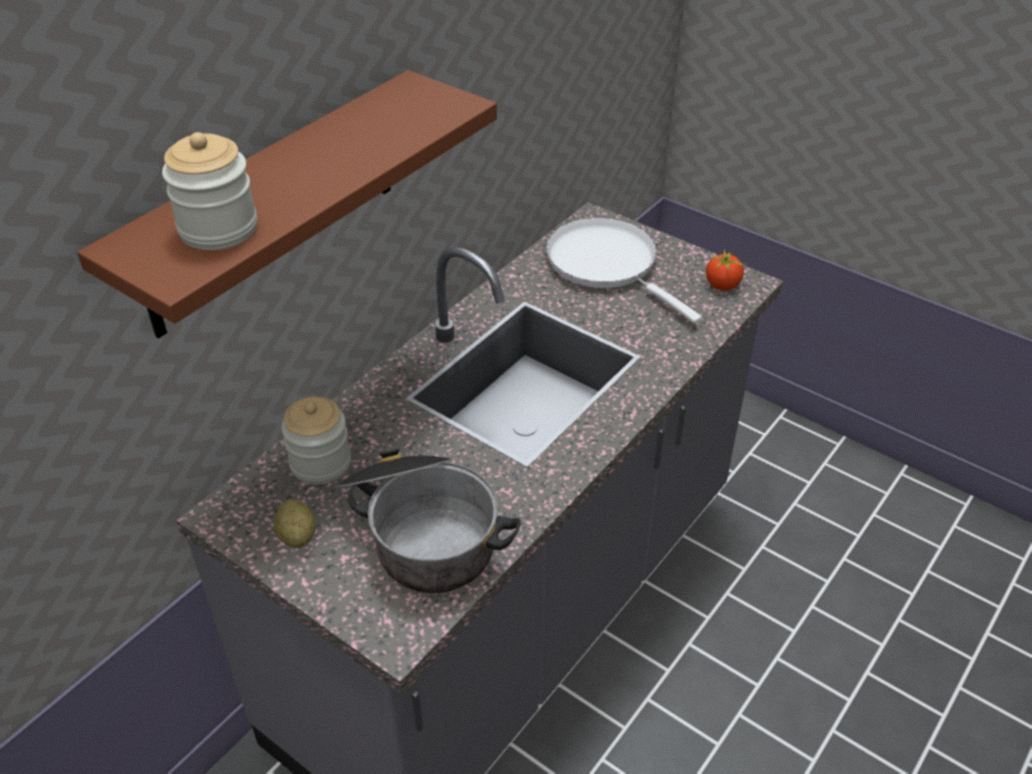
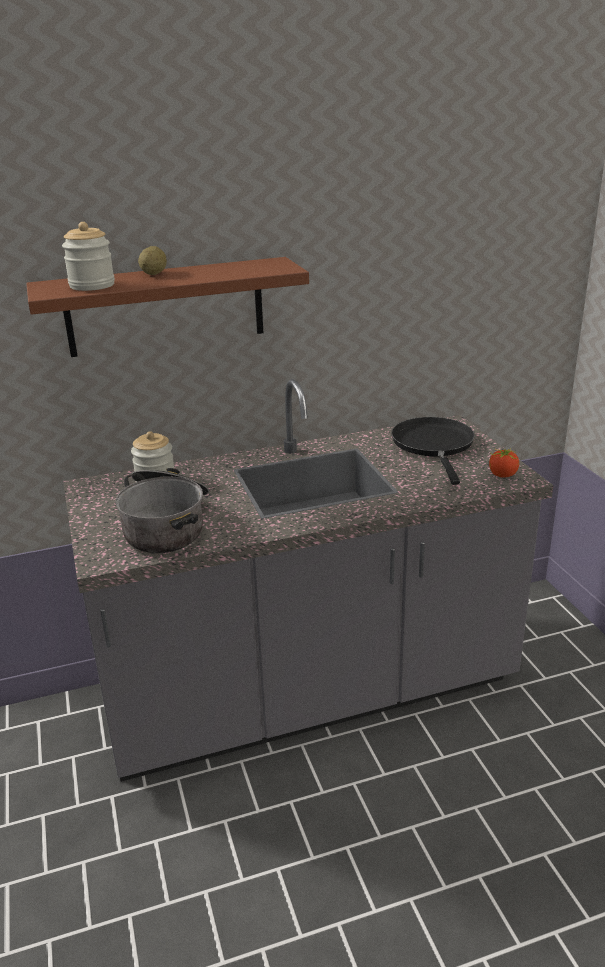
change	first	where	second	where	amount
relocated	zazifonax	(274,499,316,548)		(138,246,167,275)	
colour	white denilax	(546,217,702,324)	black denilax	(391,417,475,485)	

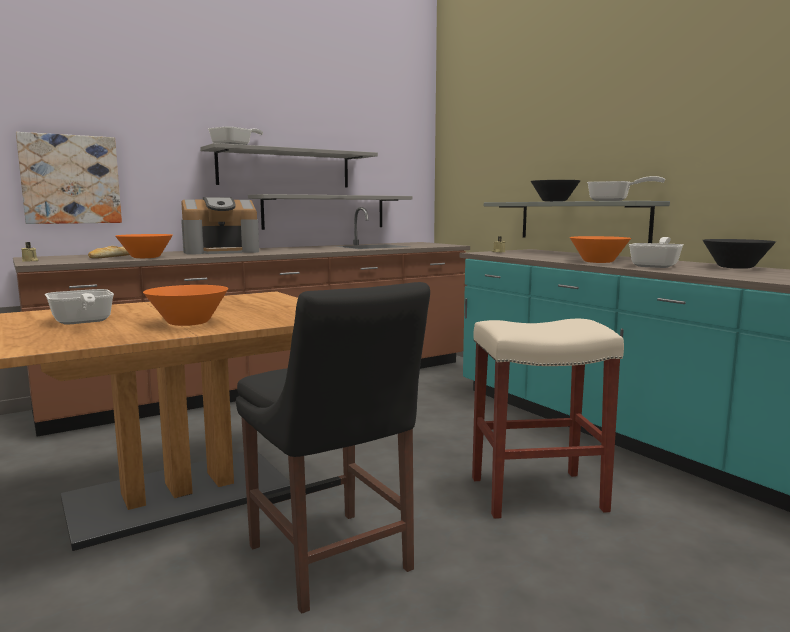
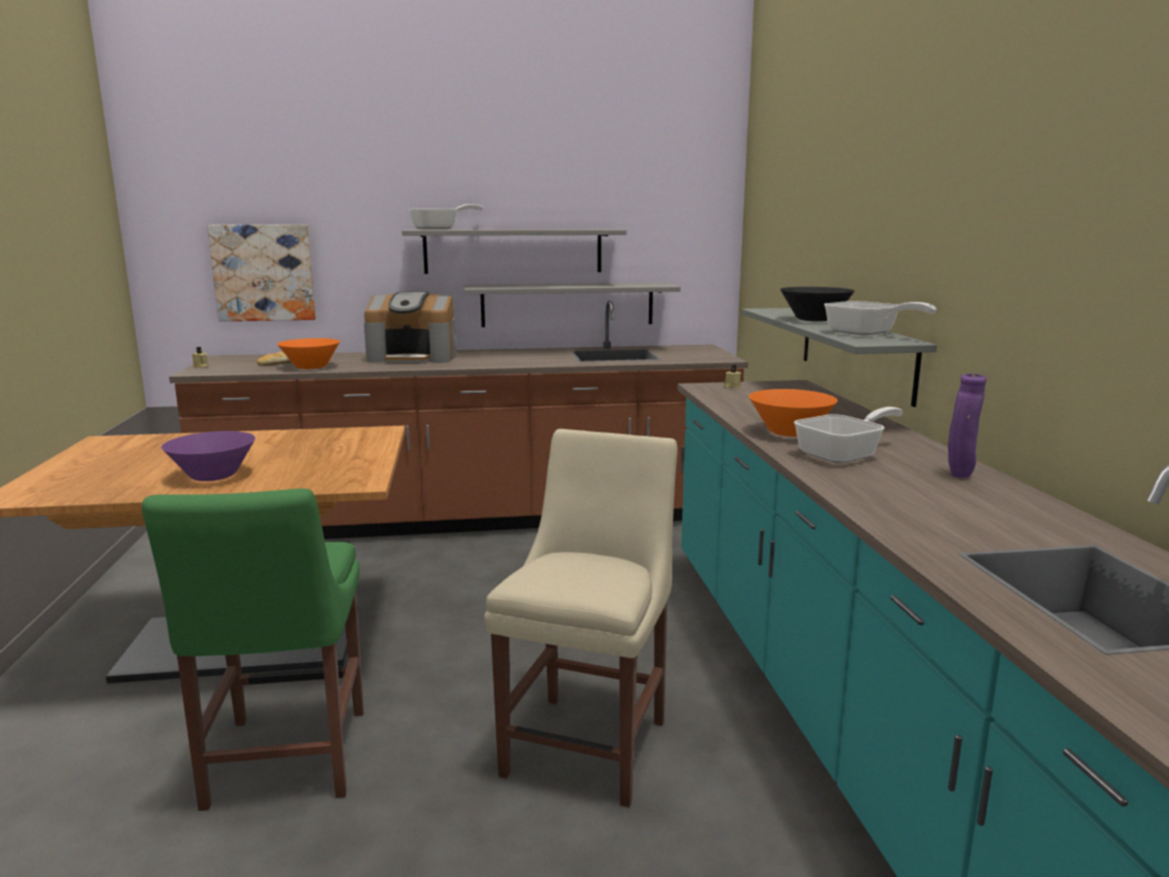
change	first	where	second	where	amount
missing	denilax	(45,289,114,325)			
colour	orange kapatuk	(143,285,228,326)	purple kapatuk	(161,431,255,481)	
colour	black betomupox	(236,282,430,614)	green betomupox	(142,488,364,811)	
exchanged	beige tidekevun	(472,319,624,519)	beige betomupox	(485,429,677,807)	
exchanged	black kapatuk	(703,239,776,269)	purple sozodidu	(948,374,986,478)	

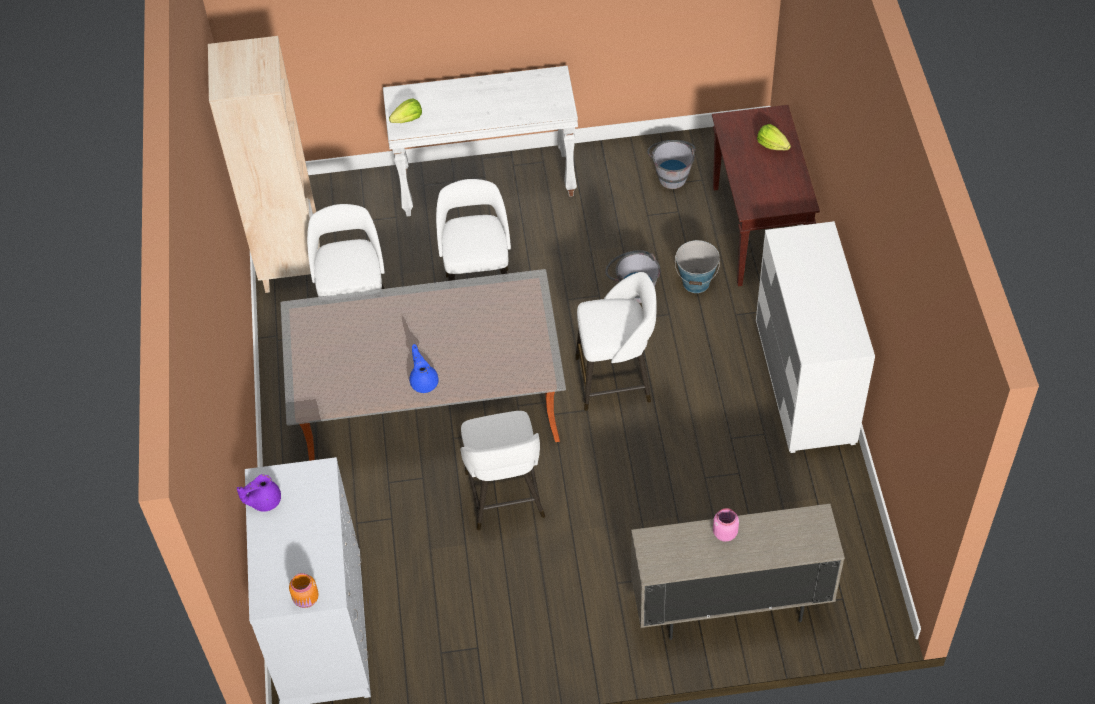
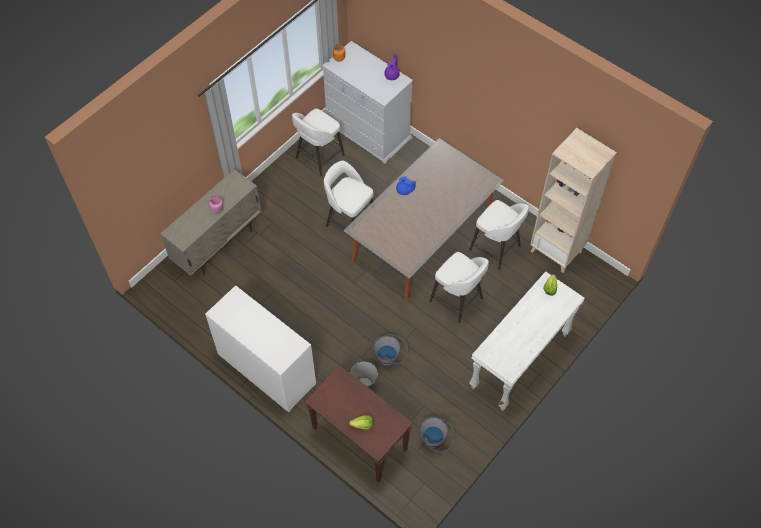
change	first	where	second	where	amount
relocated	white tidekevun	(575,272,656,411)		(292,109,345,176)	

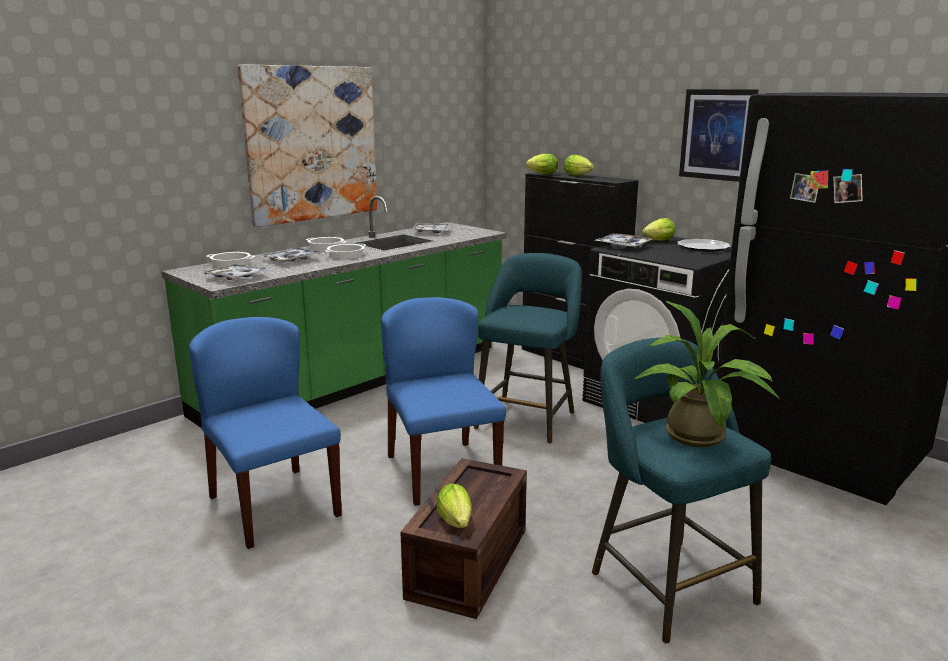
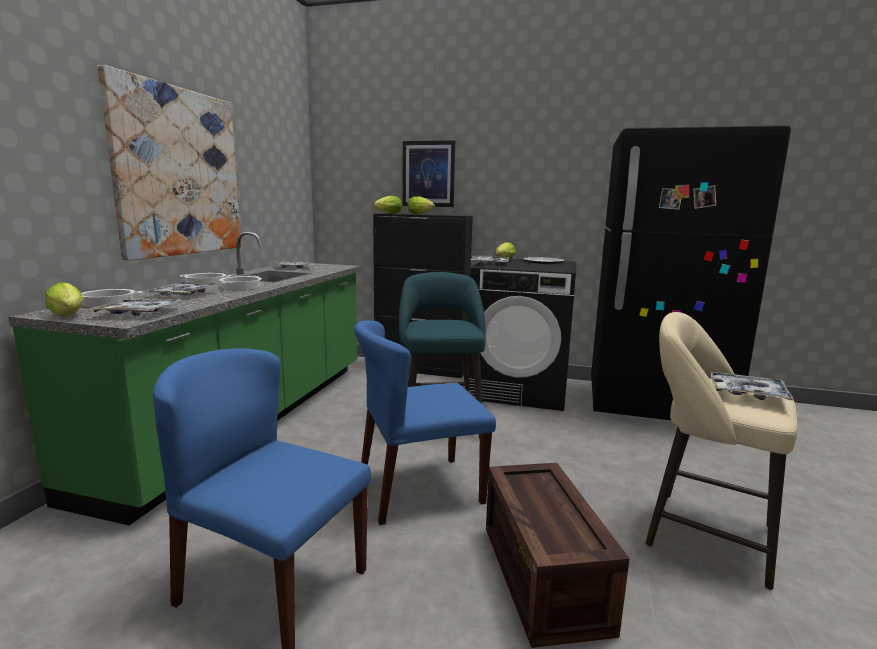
change	first	where	second	where	amount
spun	blue betomupox	(381,297,506,506)		(354,320,496,525)	60 degrees counterclockwise
relocated	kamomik	(437,484,472,528)		(45,282,84,316)	
colour	turquoise tidekevun	(592,338,771,644)	beige tidekevun	(646,312,797,590)	
exchanged	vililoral	(633,300,779,447)	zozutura	(711,372,794,401)	
relocated	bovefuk	(679,89,758,182)		(402,140,455,207)	

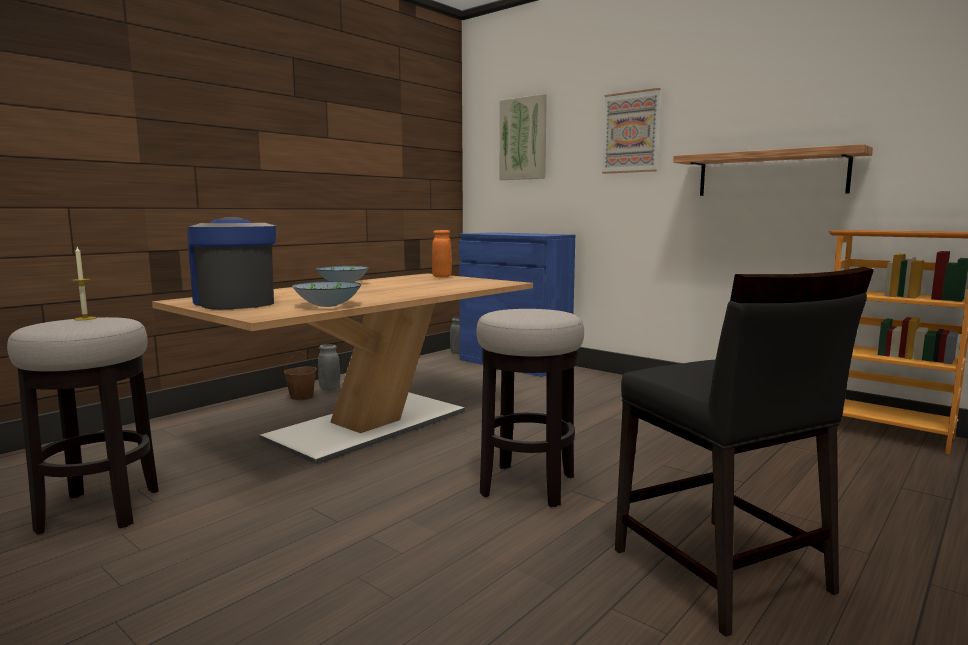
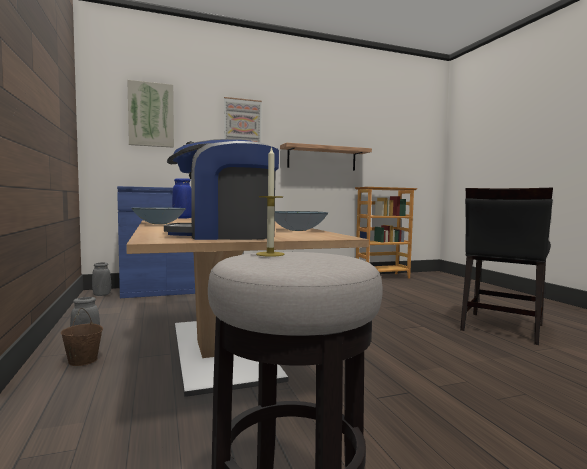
change	first	where	second	where	amount
colour	orange sozodidu	(432,230,452,278)	blue sozodidu	(172,178,192,219)	
missing	tidekevun	(476,309,584,507)			
spun	black betomupox	(615,267,874,637)		(460,188,553,345)	120 degrees clockwise

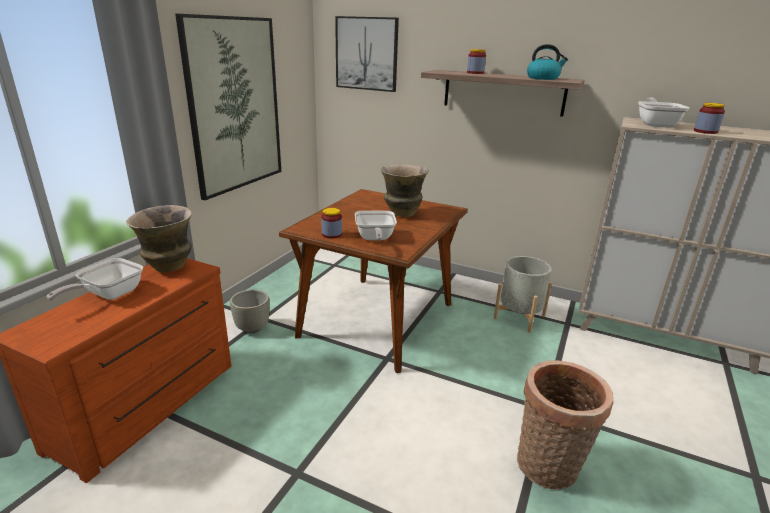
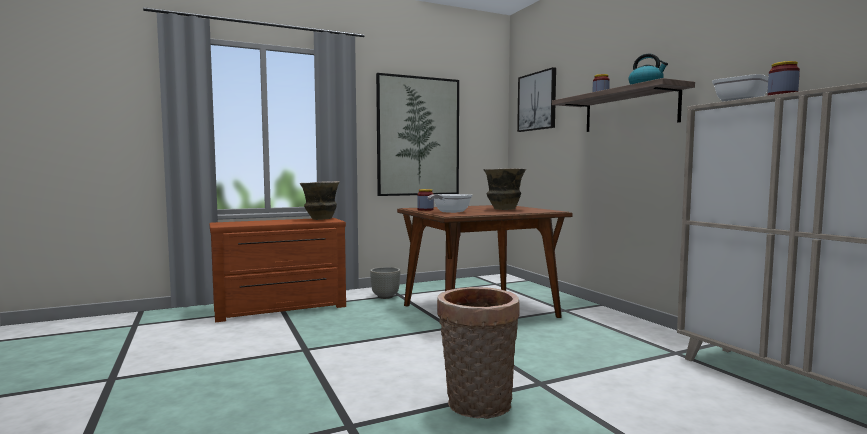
change	first	where	second	where	amount
missing	denilax	(47,258,143,301)			
missing	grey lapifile	(494,256,552,333)			

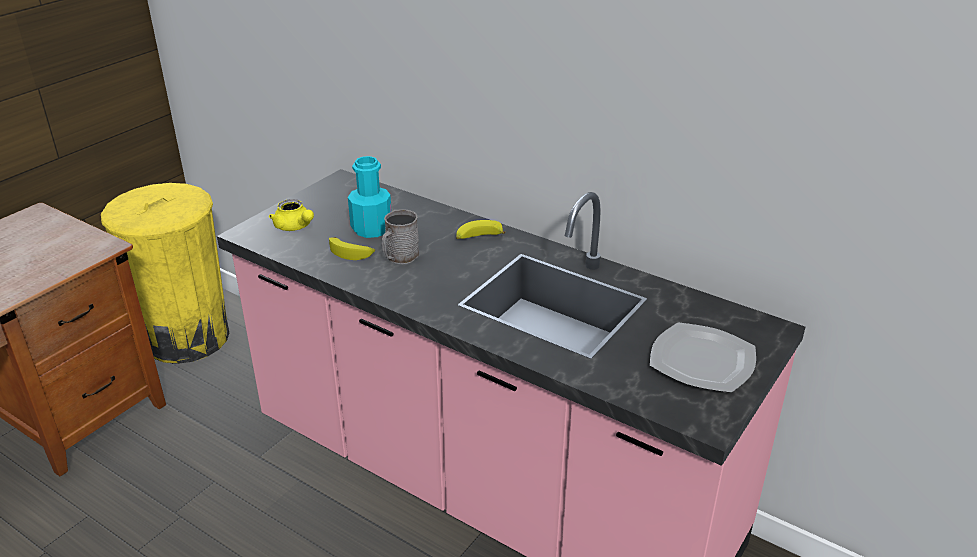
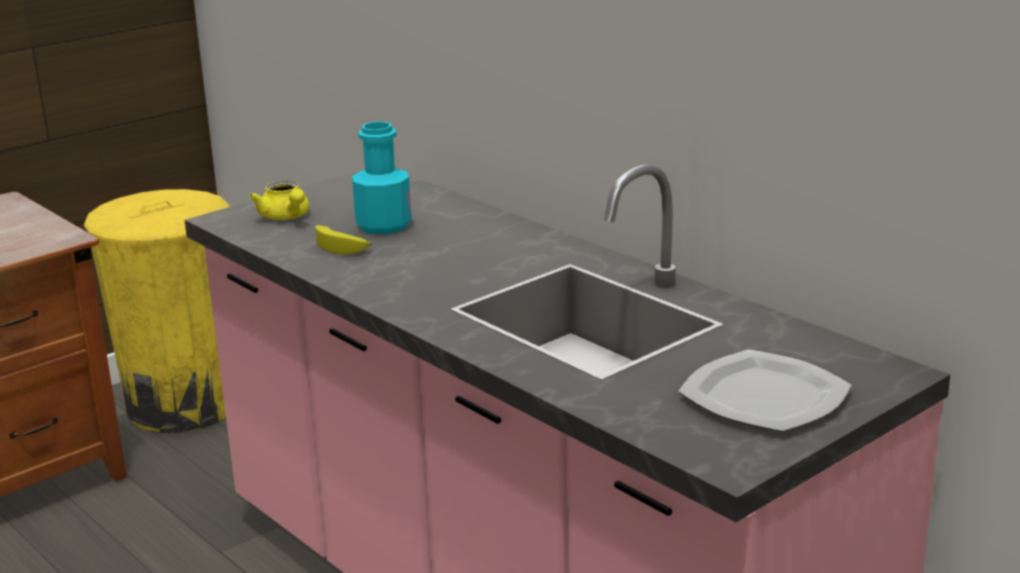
change	first	where	second	where	amount
missing	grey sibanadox	(382,209,419,264)			
missing	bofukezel	(456,220,505,239)			

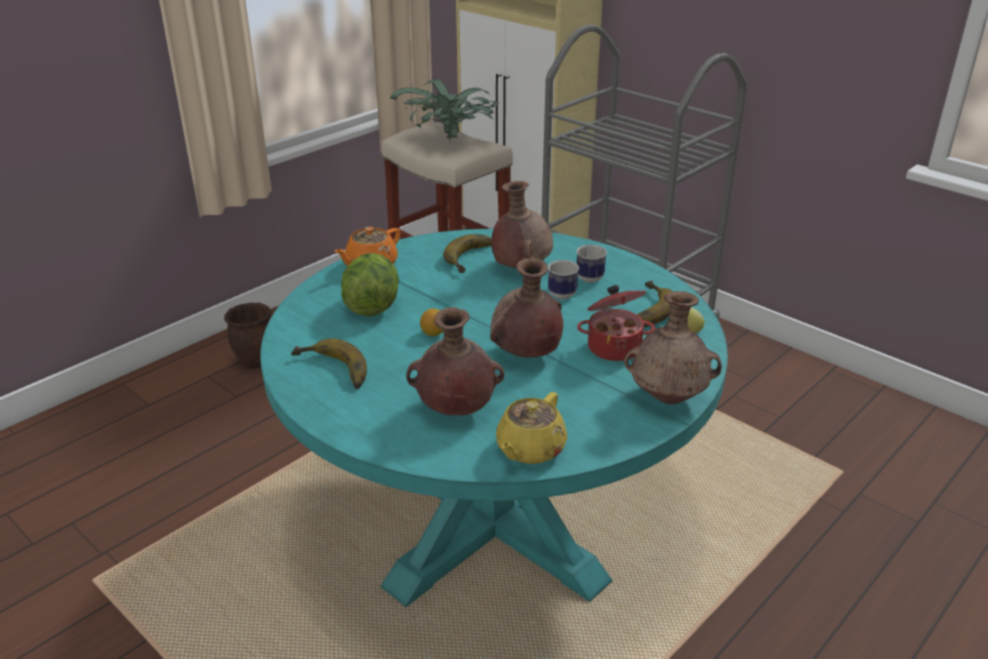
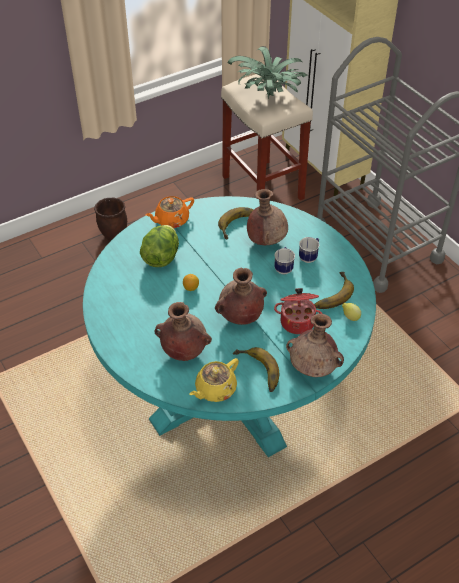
change	first	where	second	where	amount
relocated	bofukezel	(291,338,367,389)		(233,347,279,392)	

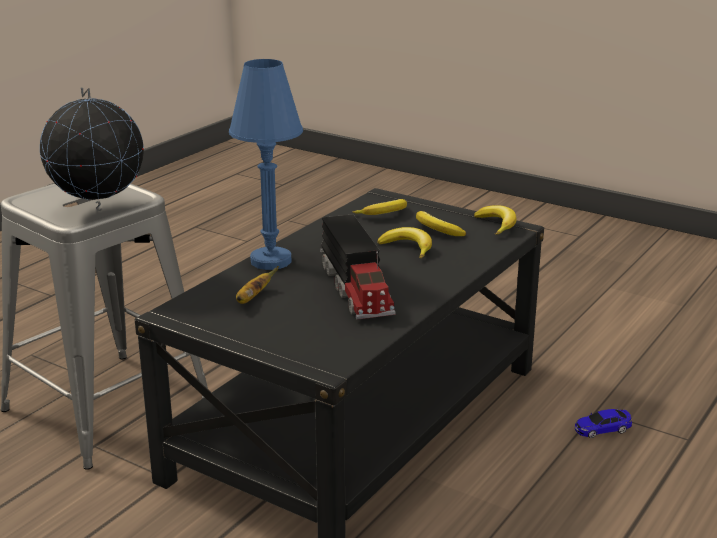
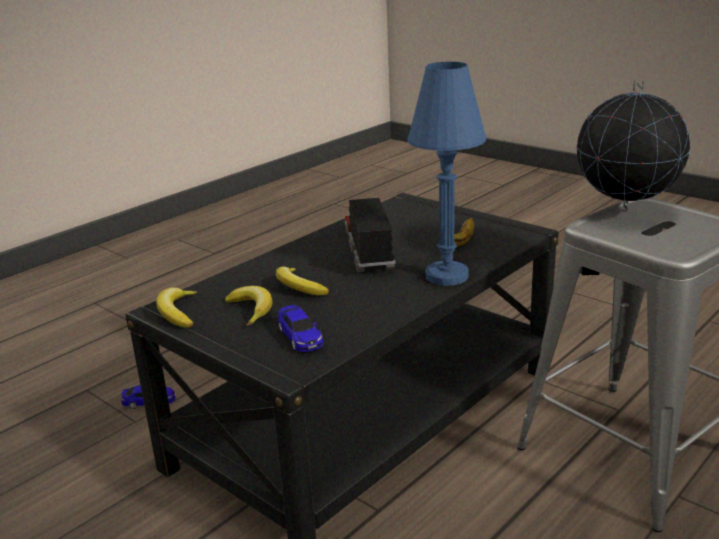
change	first	where	second	where	amount
exchanged	bofukezel	(353,199,407,215)	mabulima	(278,305,323,352)	

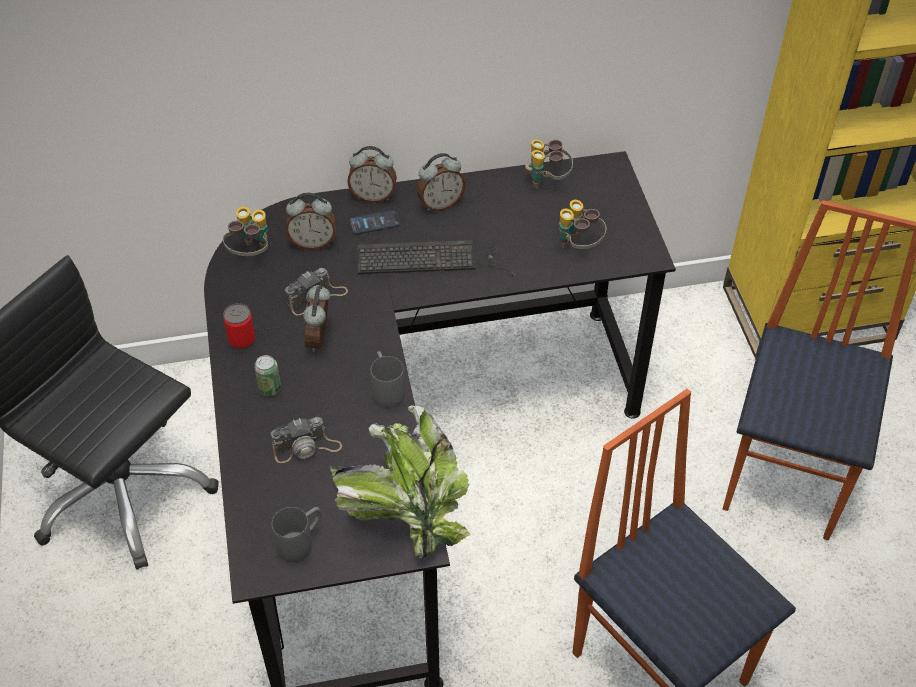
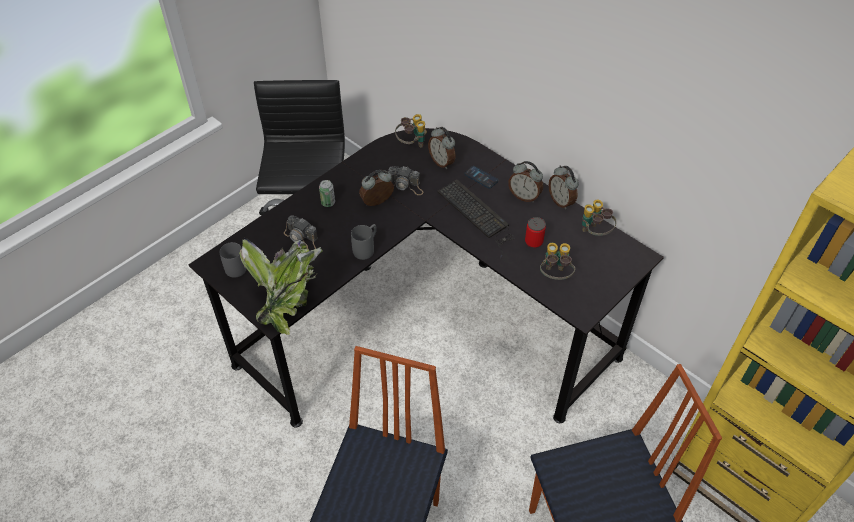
change	first	where	second	where	amount
relocated	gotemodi	(223,303,255,349)		(525,217,546,248)	
relocated	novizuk	(347,146,397,203)		(549,166,579,210)	

